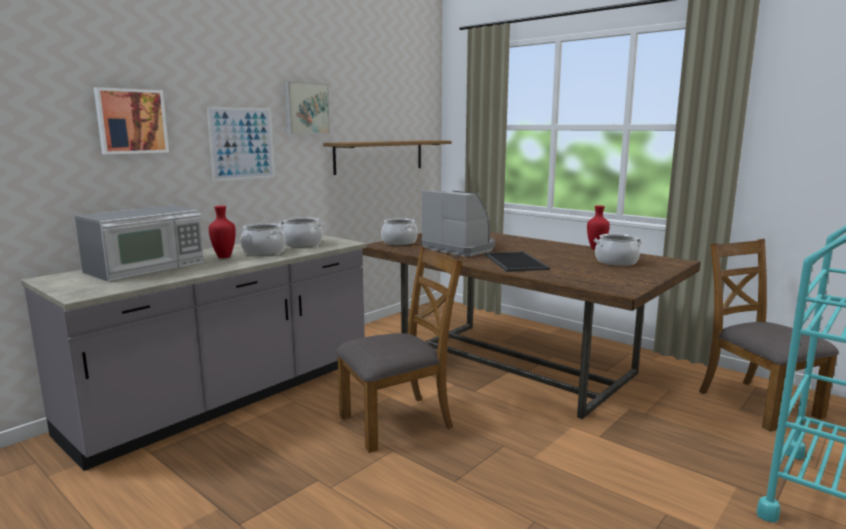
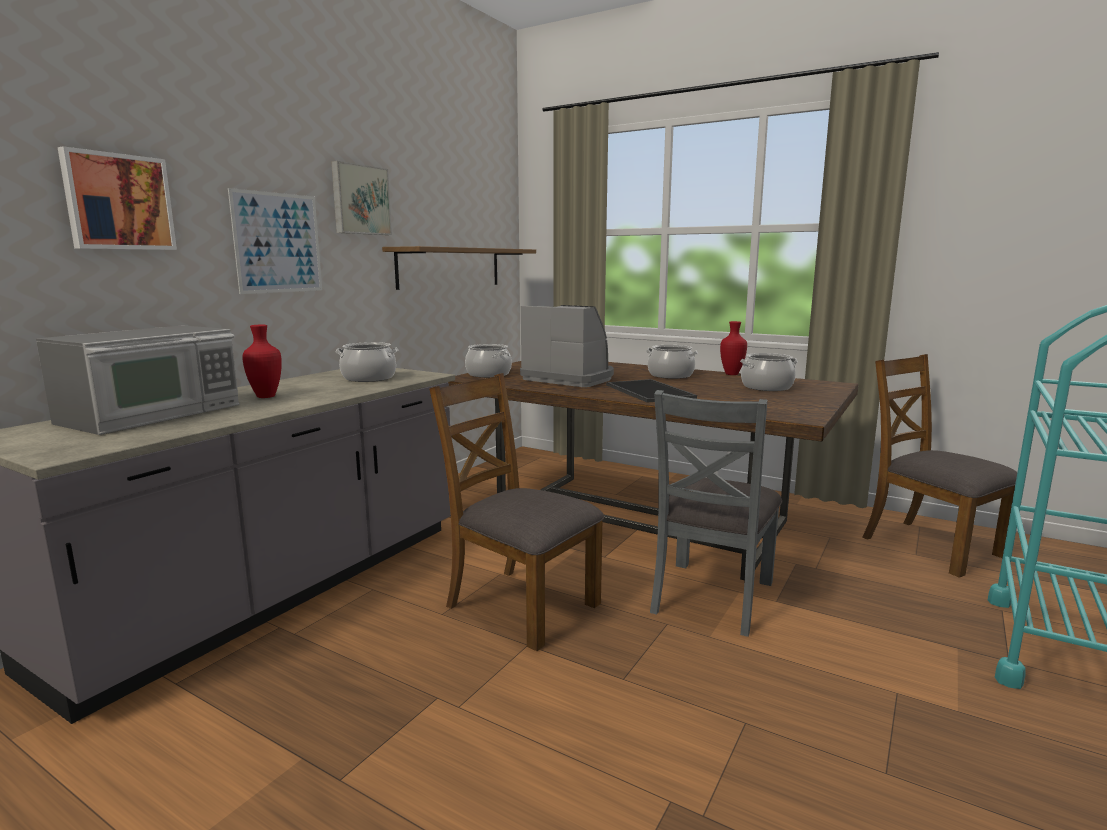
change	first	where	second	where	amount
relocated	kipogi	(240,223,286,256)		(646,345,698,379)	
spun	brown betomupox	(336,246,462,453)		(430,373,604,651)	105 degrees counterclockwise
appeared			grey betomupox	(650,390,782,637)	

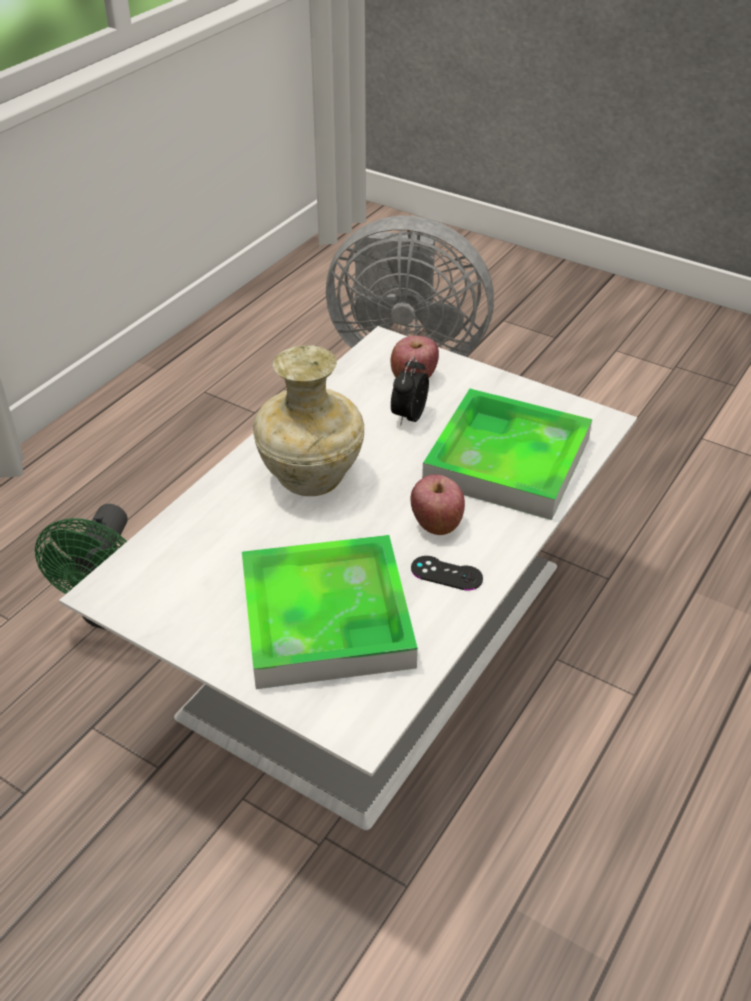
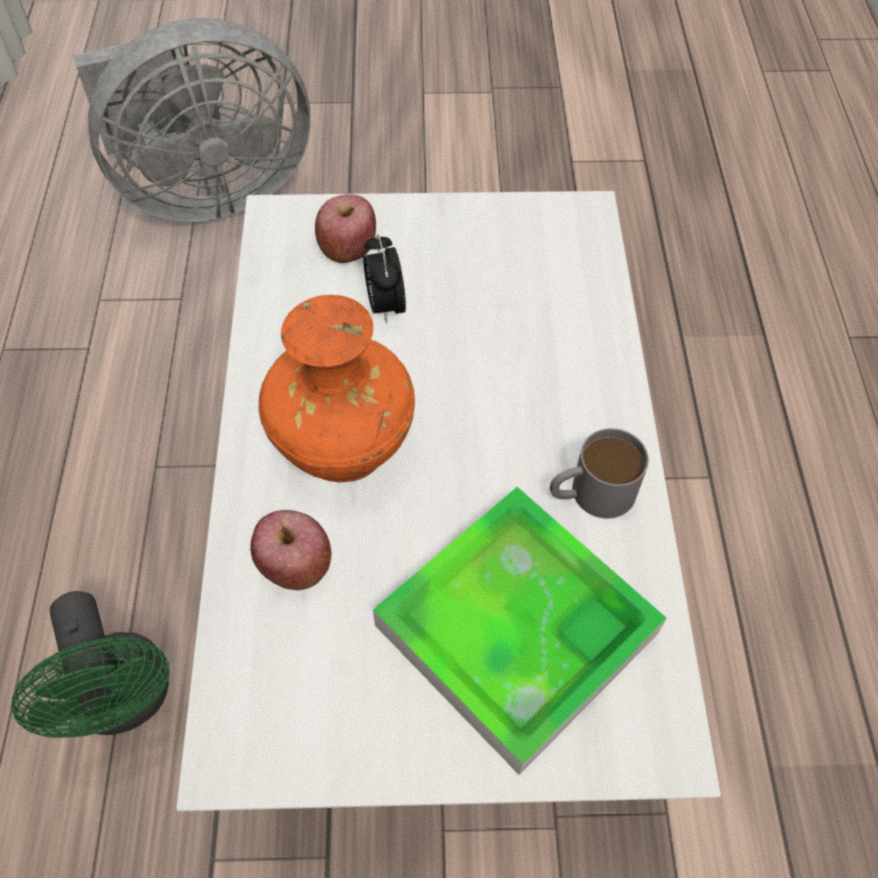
change	first	where	second	where	amount
colour	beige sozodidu	(253,345,364,496)	orange sozodidu	(259,295,415,482)	
relocated	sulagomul	(411,474,465,535)		(250,510,332,590)	
exchanged	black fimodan	(411,556,483,591)	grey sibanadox	(550,428,649,519)	
missing	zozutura	(422,388,592,520)			

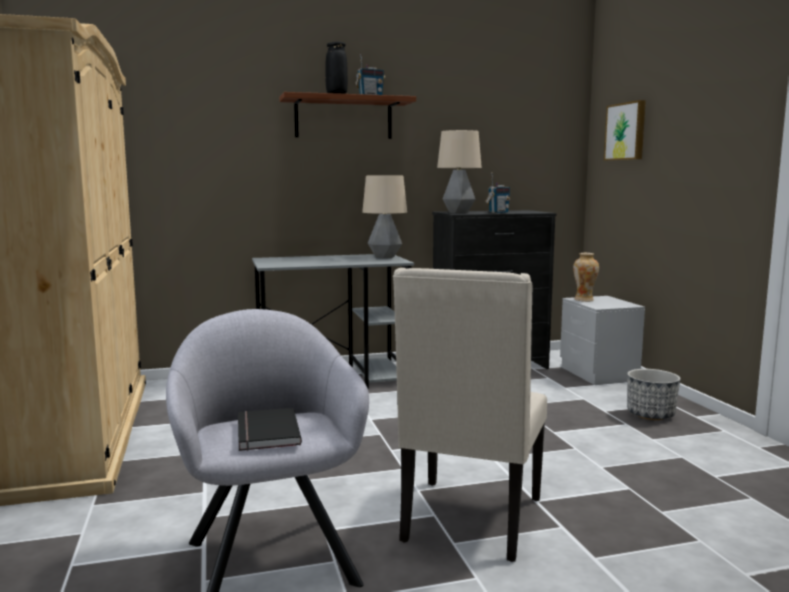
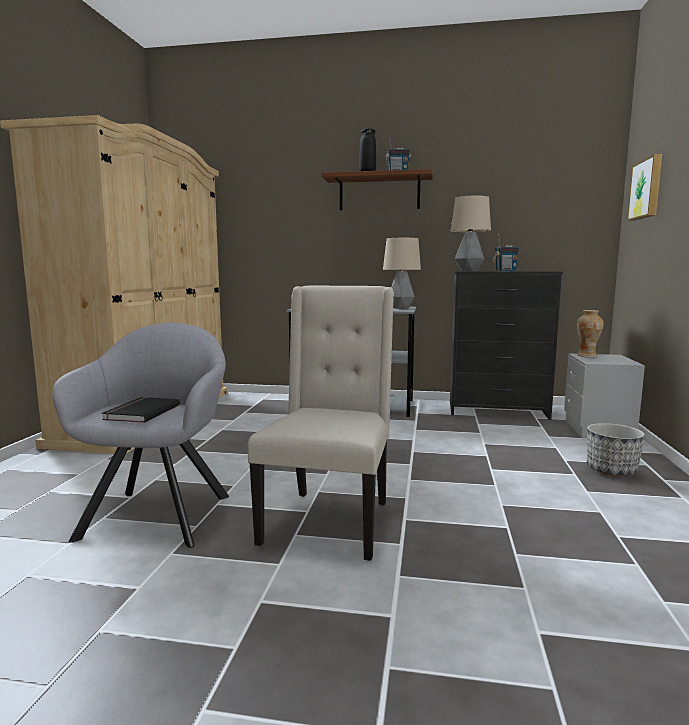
change	first	where	second	where	amount
spun	beige betomupox	(393,268,547,562)		(248,286,394,561)	150 degrees clockwise

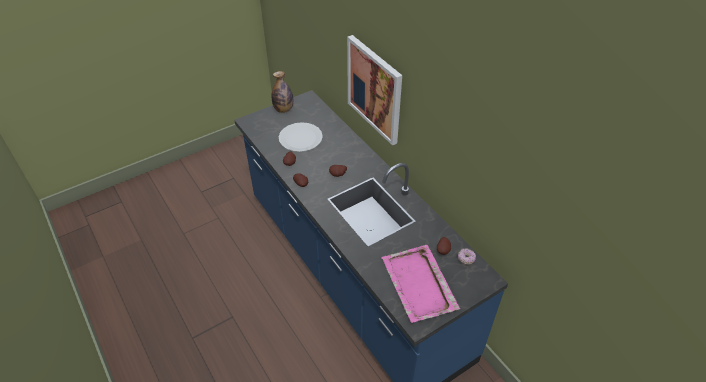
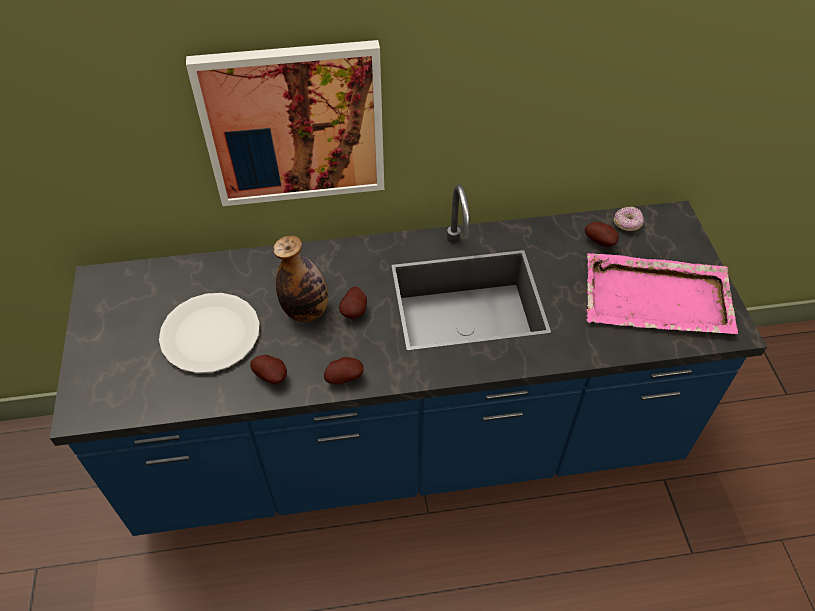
change	first	where	second	where	amount
relocated	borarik	(272,71,293,113)		(273,235,328,322)	

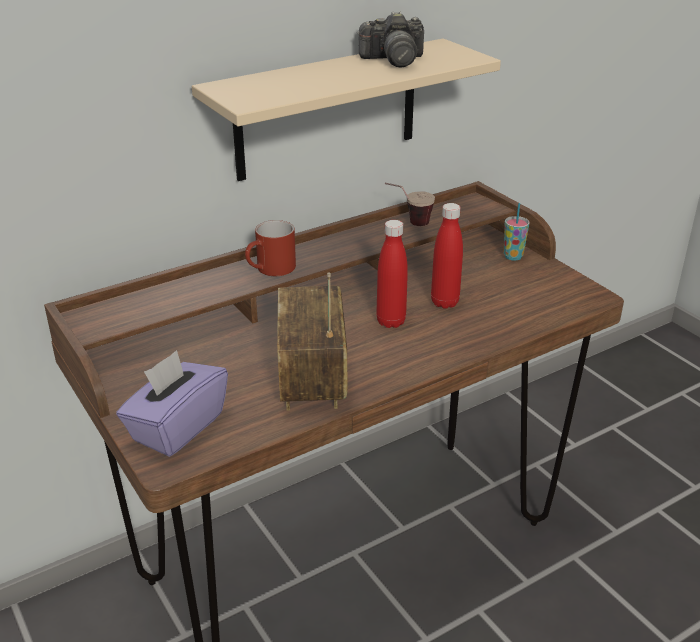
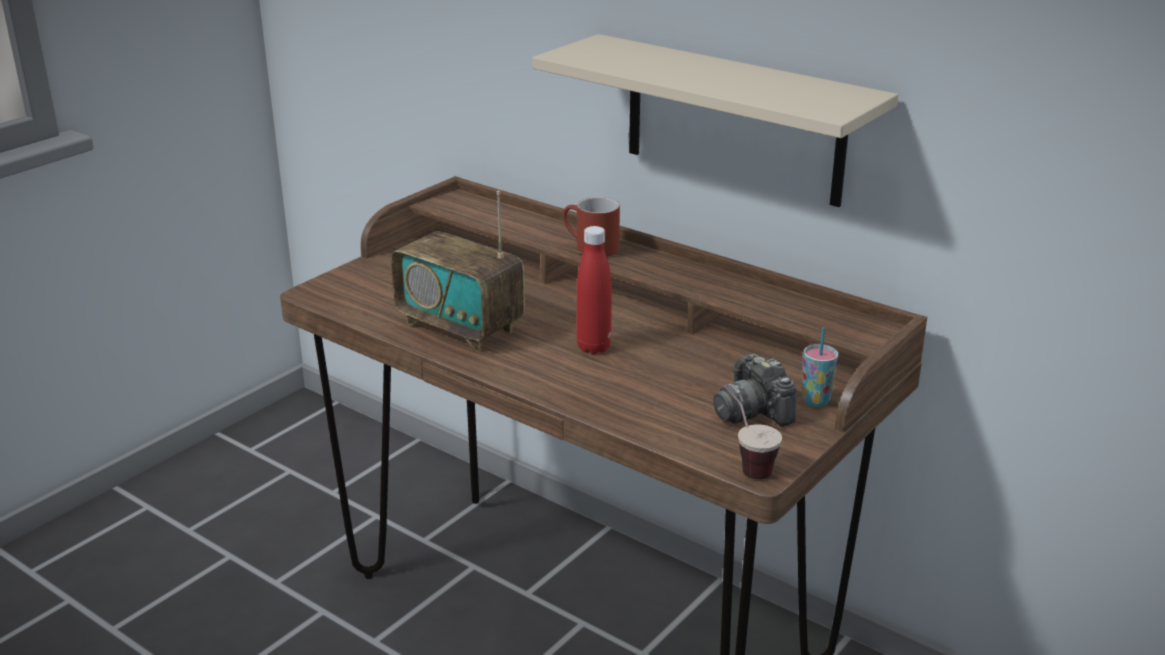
change	first	where	second	where	amount
missing	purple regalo	(116,350,228,457)			
spun	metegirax	(277,272,347,411)		(391,191,525,352)	120 degrees counterclockwise
relocated	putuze	(357,11,424,67)		(713,353,796,427)	
relocated	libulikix	(385,183,435,226)		(724,385,782,479)	
missing	red borarik	(431,203,463,309)			

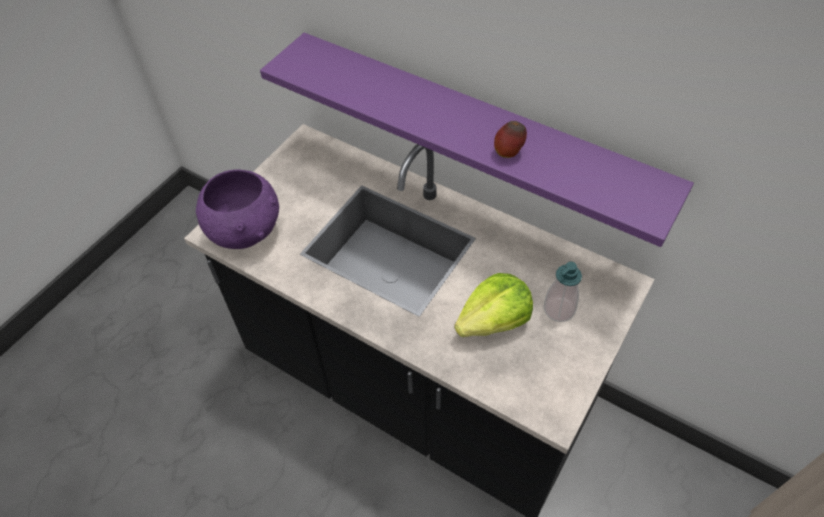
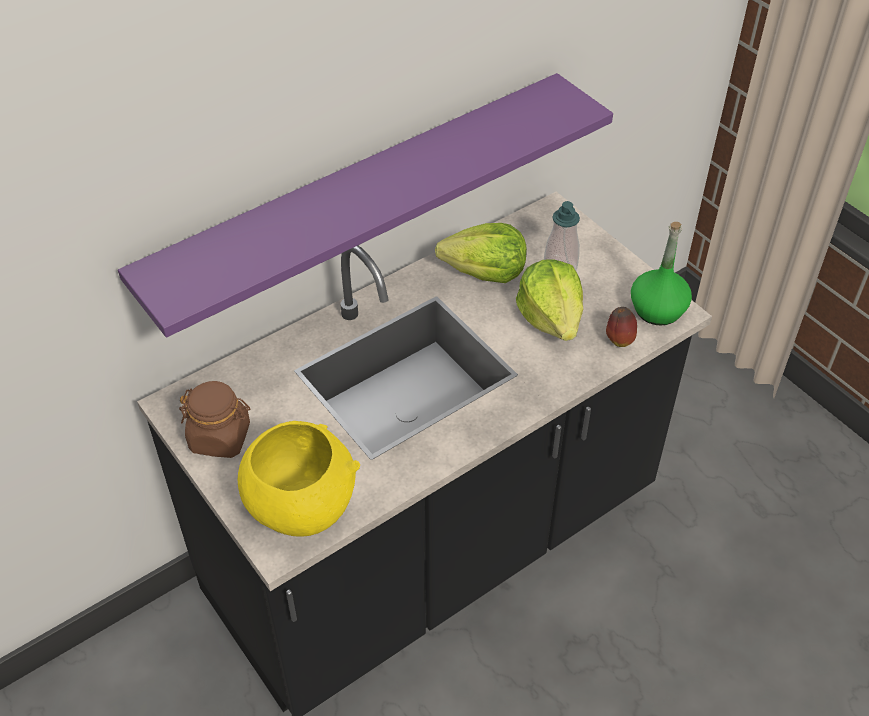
change	first	where	second	where	amount
colour	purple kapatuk	(196,169,279,249)	yellow kapatuk	(238,421,360,536)	
relocated	sulagomul	(494,121,527,158)		(606,307,637,347)	
appeared			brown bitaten	(179,381,250,458)	
appeared			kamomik	(435,223,527,283)	
appeared			green borarik	(631,222,692,325)	

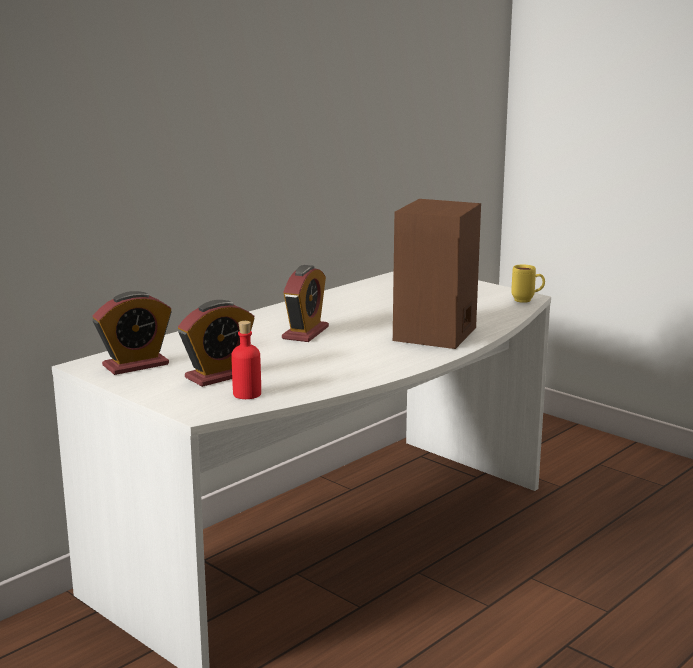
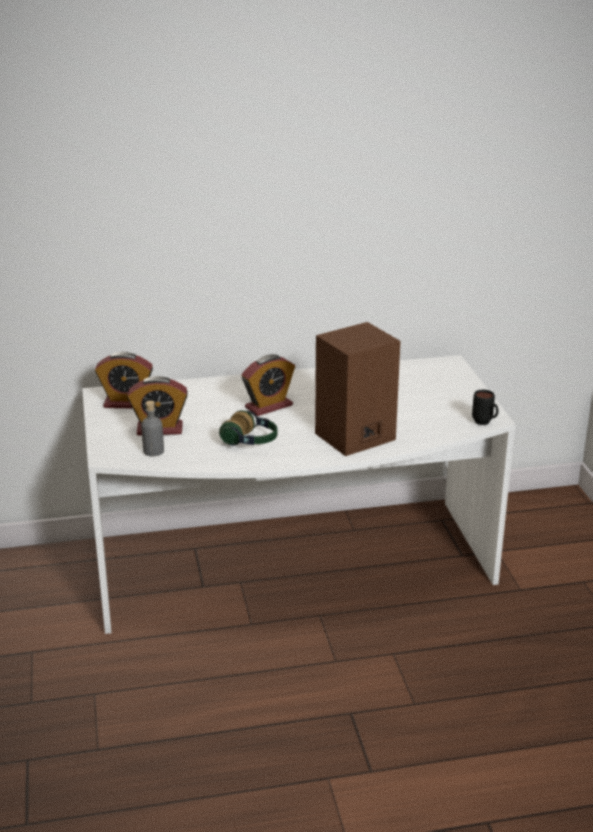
change	first	where	second	where	amount
colour	red borarik	(231,321,261,399)	grey borarik	(141,401,164,456)	
colour	yellow sibanadox	(511,265,545,303)	black sibanadox	(472,390,499,425)	
appeared			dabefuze	(219,410,277,446)	

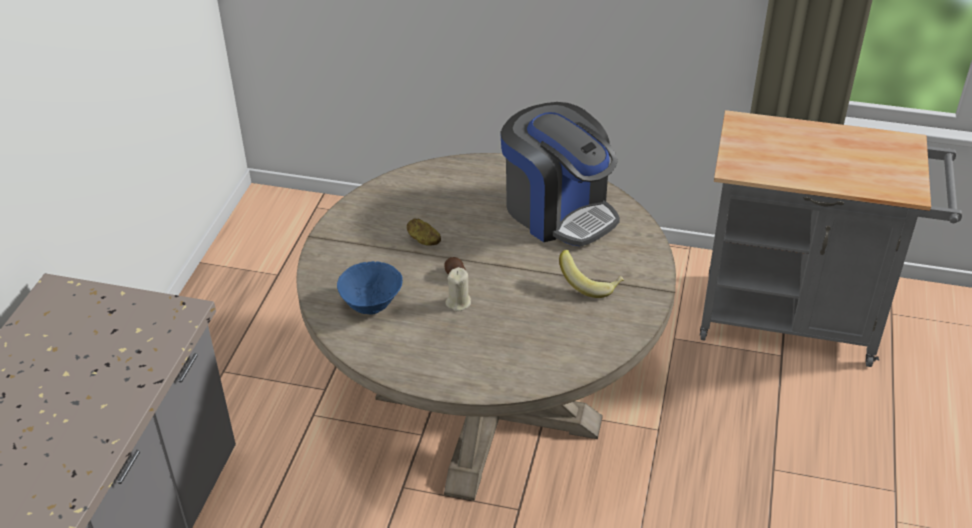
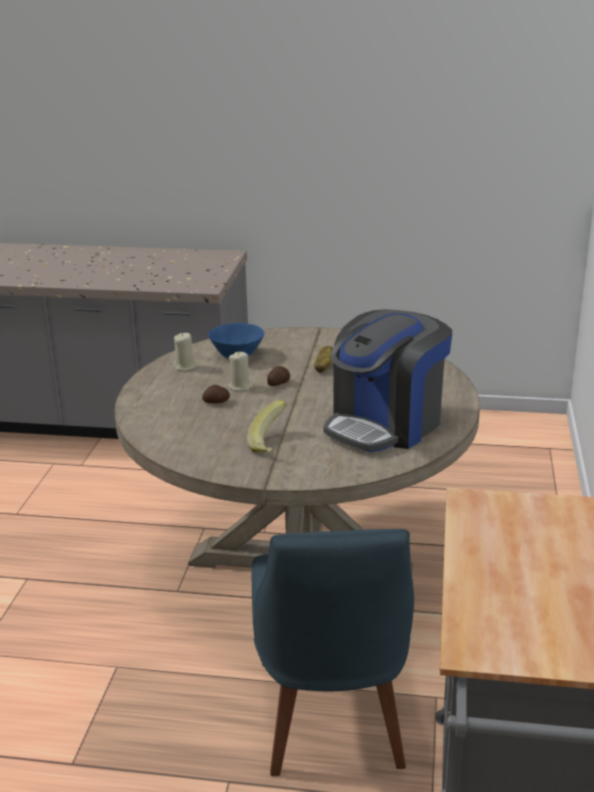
change	first	where	second	where	amount
appeared			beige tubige	(173,333,197,371)	
appeared			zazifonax	(202,385,230,404)	
appeared			blue betomupox	(252,529,414,776)	

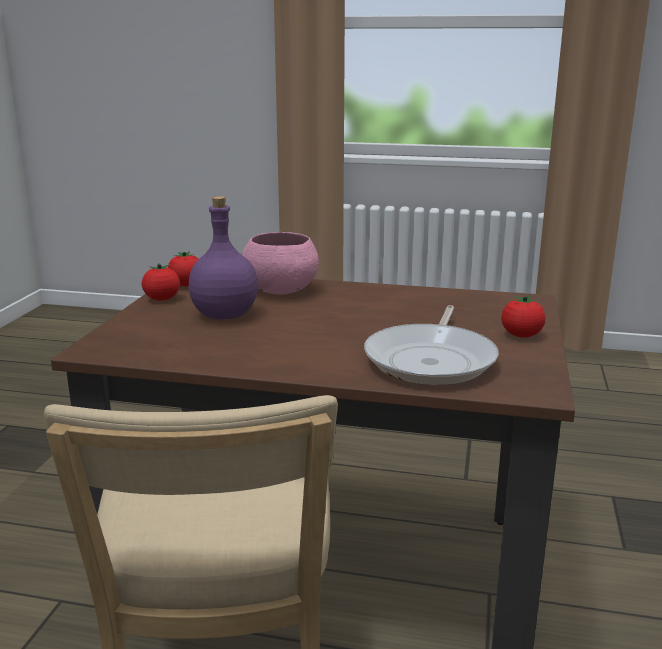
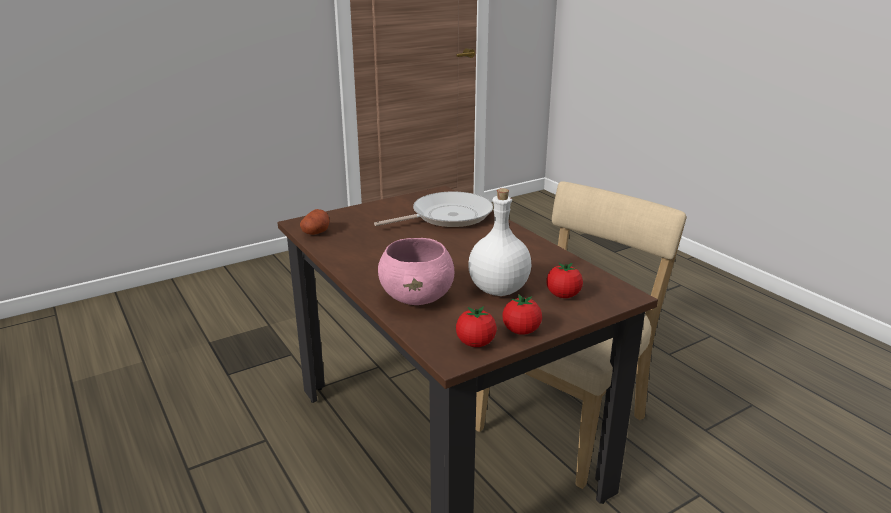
change	first	where	second	where	amount
colour	purple borarik	(189,196,258,319)	white borarik	(468,188,531,296)	
relocated	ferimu	(502,295,545,338)		(546,262,583,298)	
appeared			zazifonax	(300,209,330,235)	

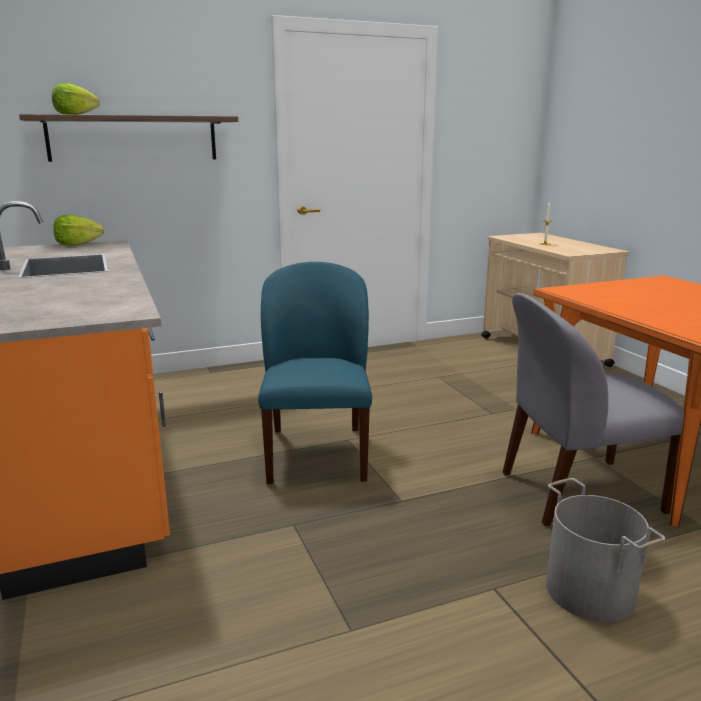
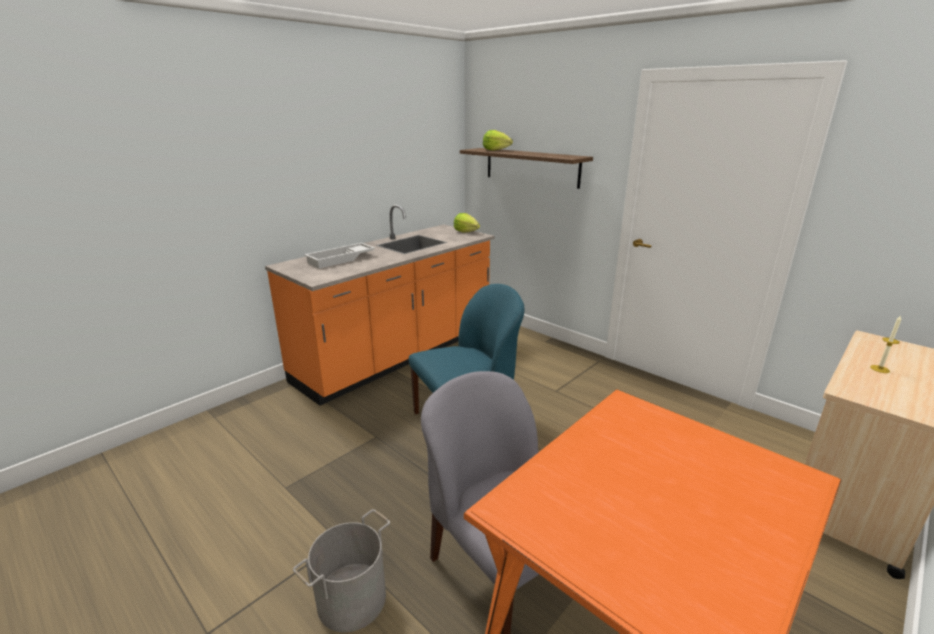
change	first	where	second	where	amount
appeared			white zozutura	(304,243,375,269)	

